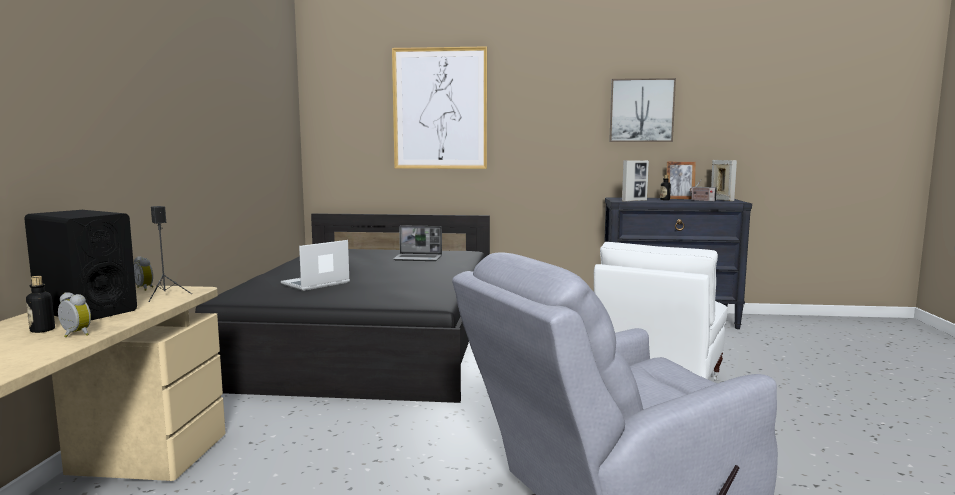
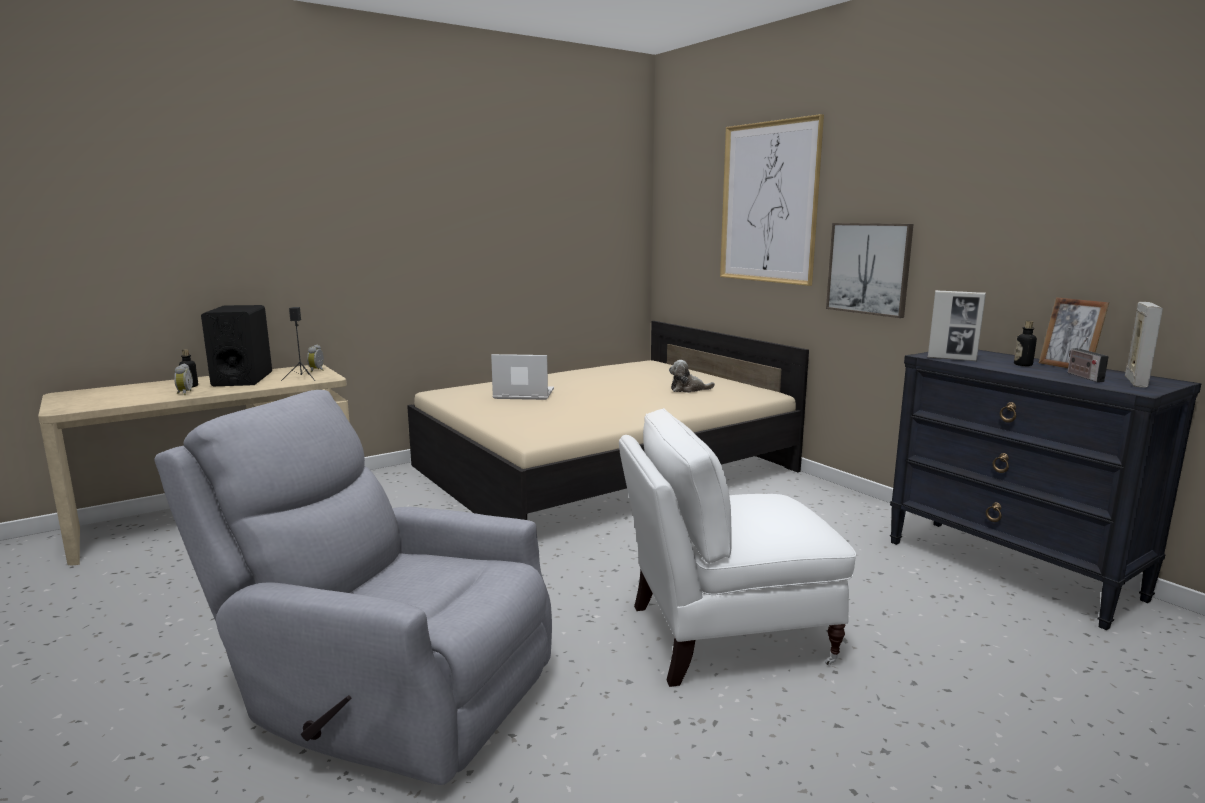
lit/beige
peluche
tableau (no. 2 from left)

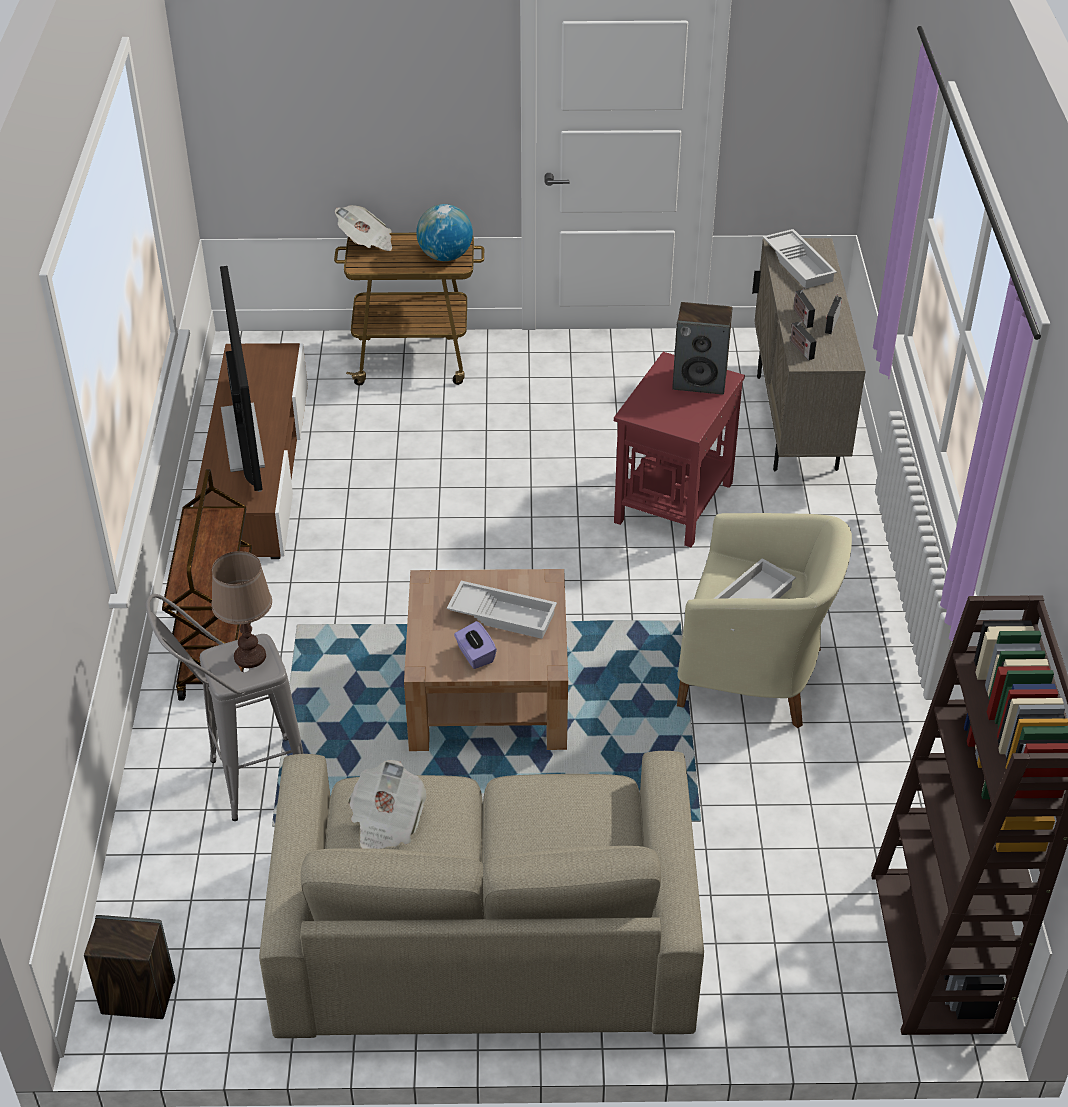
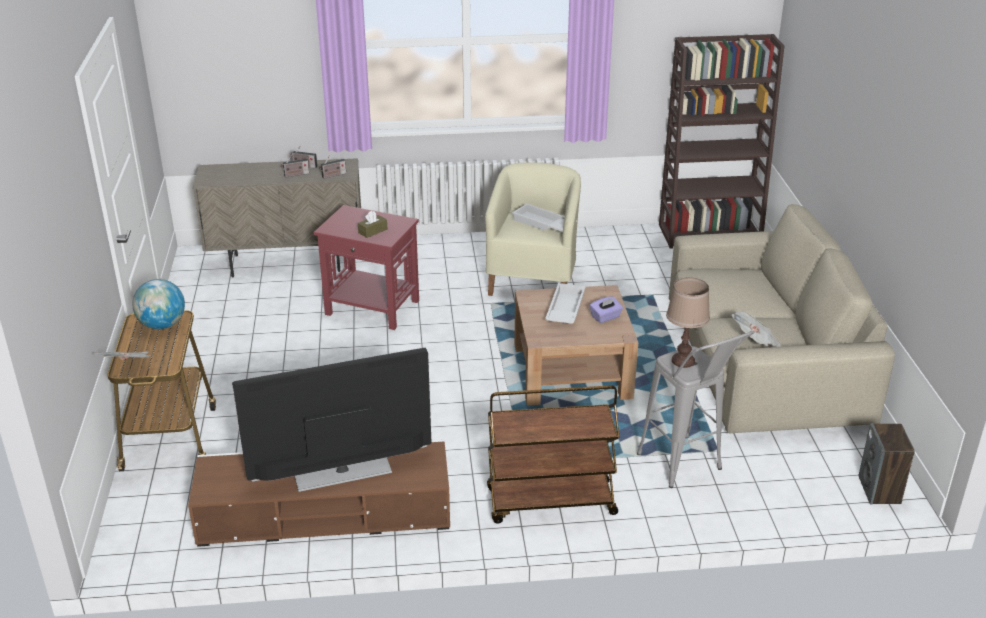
boîte à mouchoirs/marron
enceinte (no. 2 from left in the first image)
plateau/blanc (no. 3 from left in the first image)

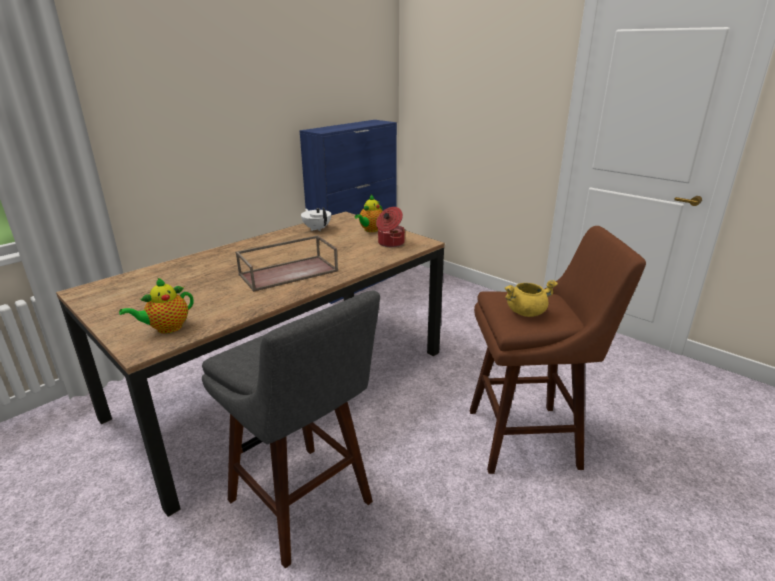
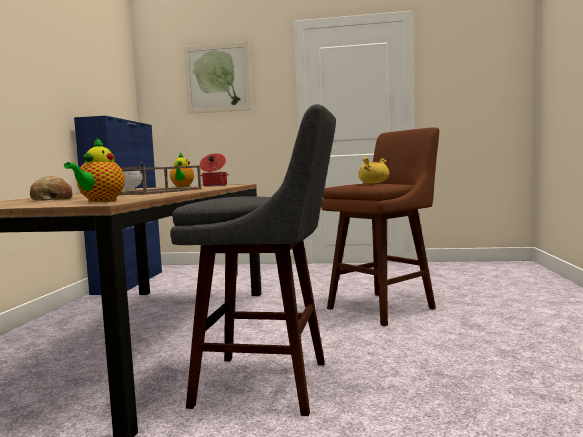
pain
tableau

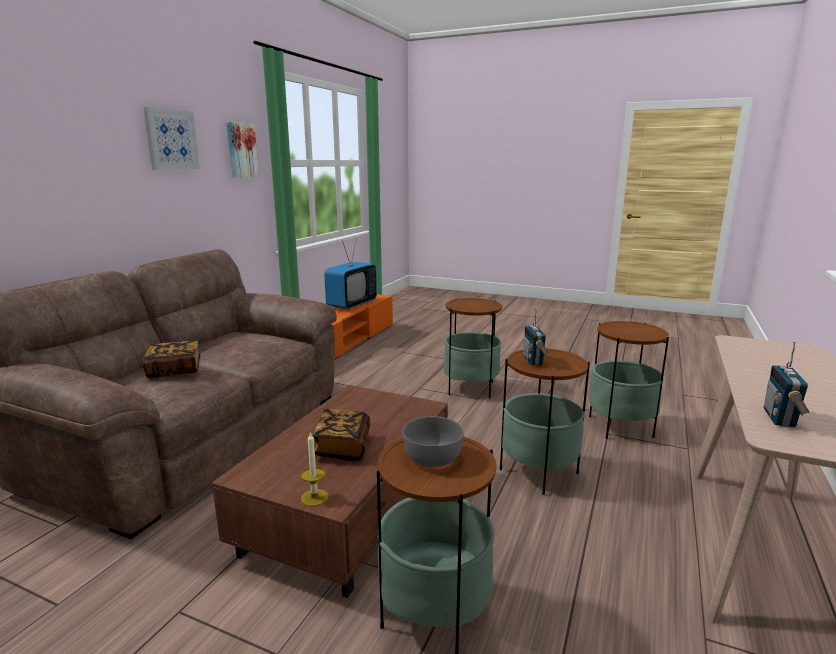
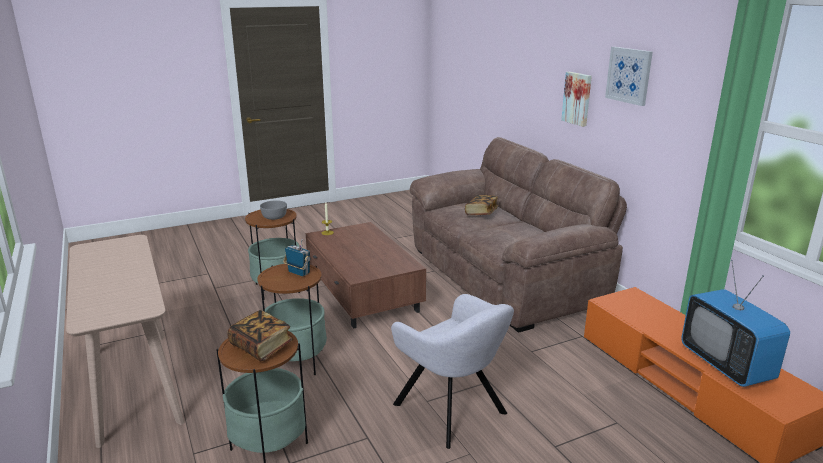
livre (no. 1 from left)
fauteuil/gris
tableau (no. 1 from left)
radio (no. 2 from left in the first image)

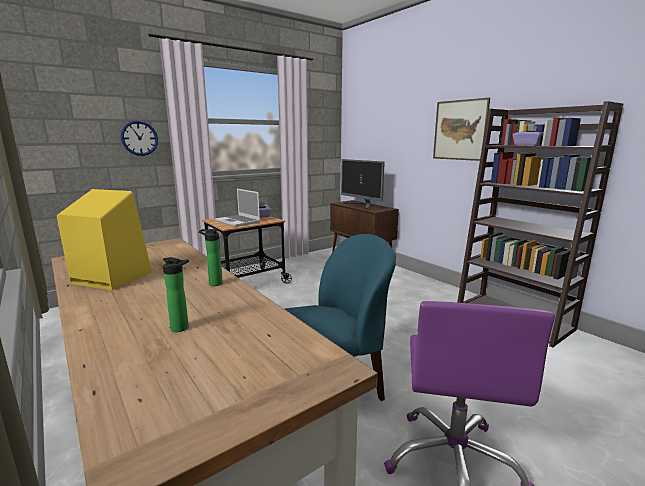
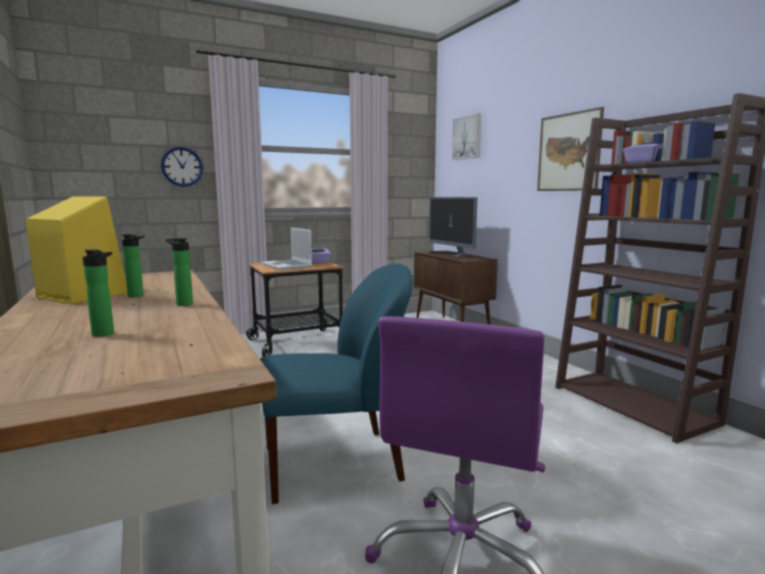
bouteille (no. 2 from left)
tableau (no. 1 from left)

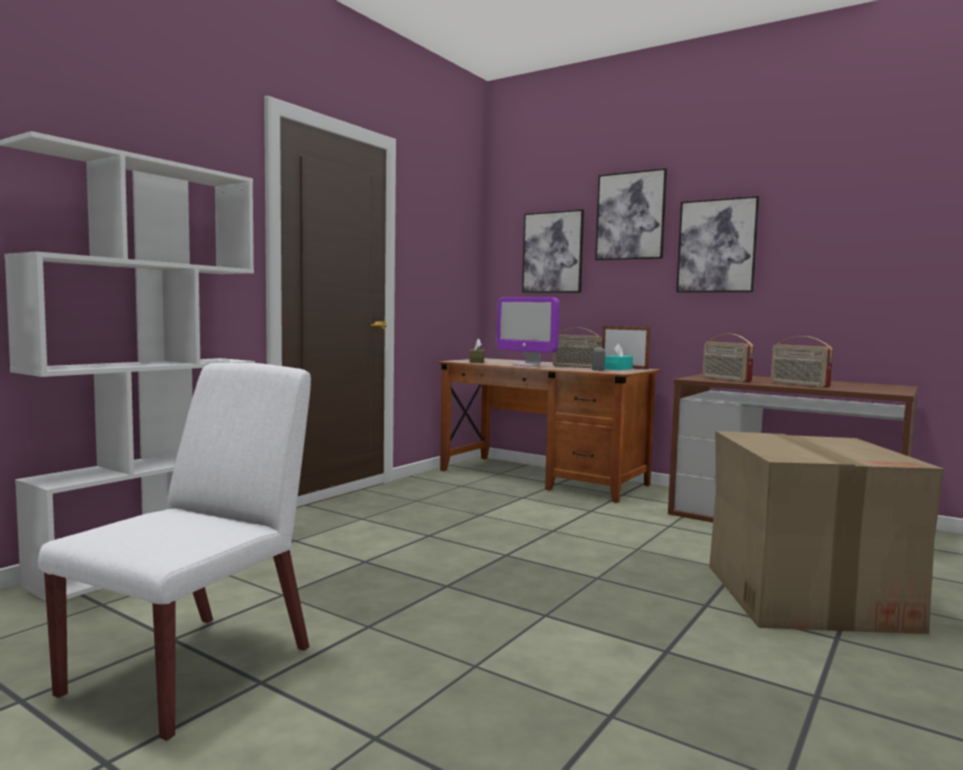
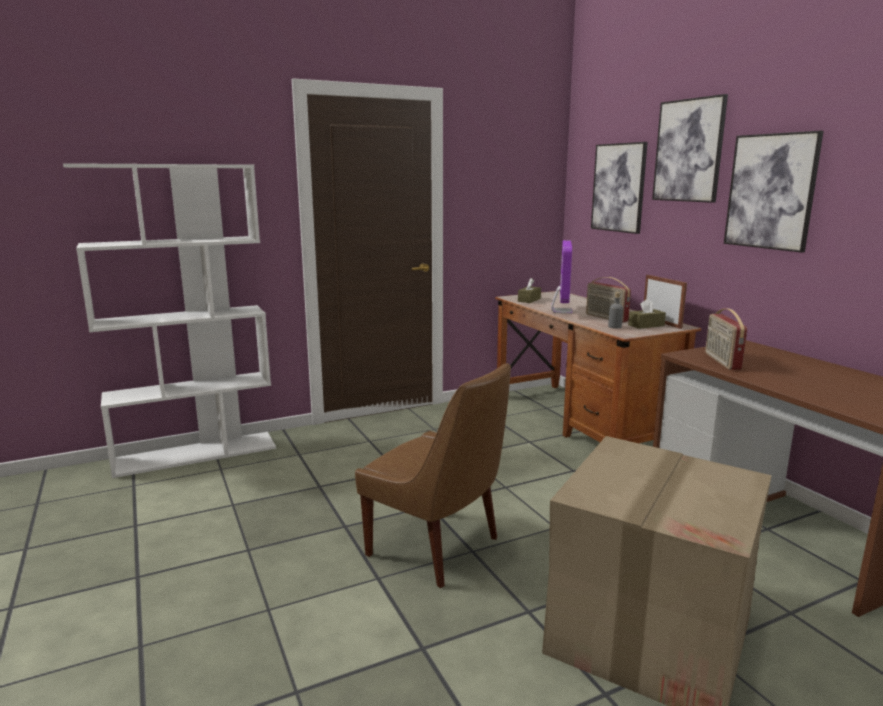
chaise/marron
écran d'ordinateur
boîte à mouchoirs/marron (no. 2 from left)
chaise/blanc
radio (no. 3 from left in the first image)

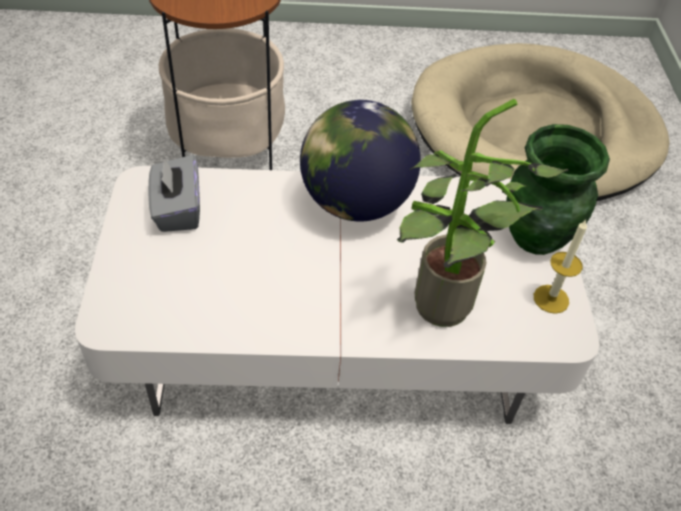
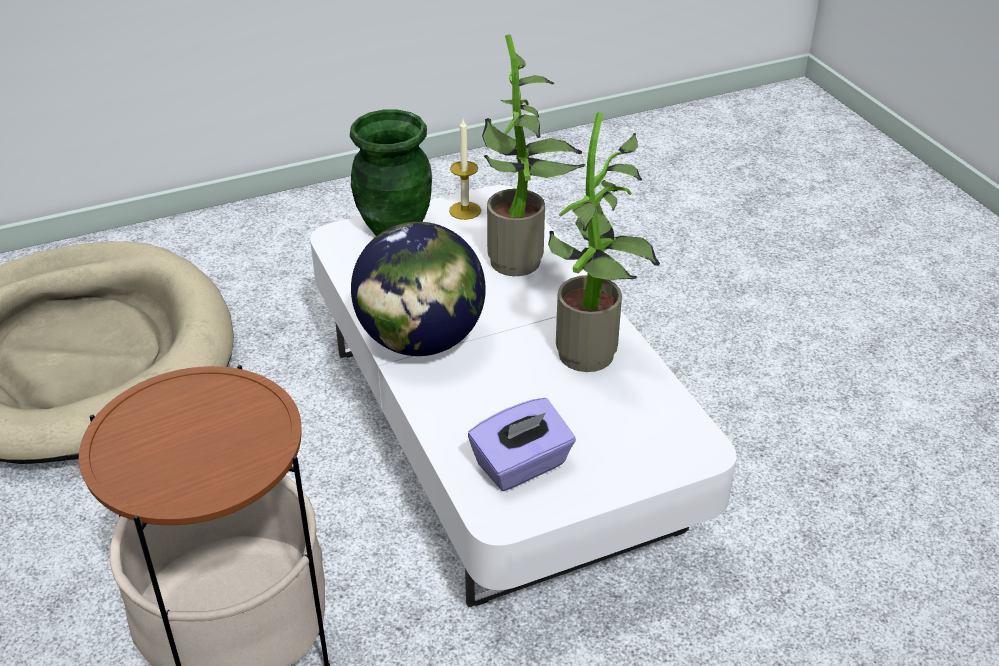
boîte à mouchoirs/violet
plante en pot (no. 2 from left)

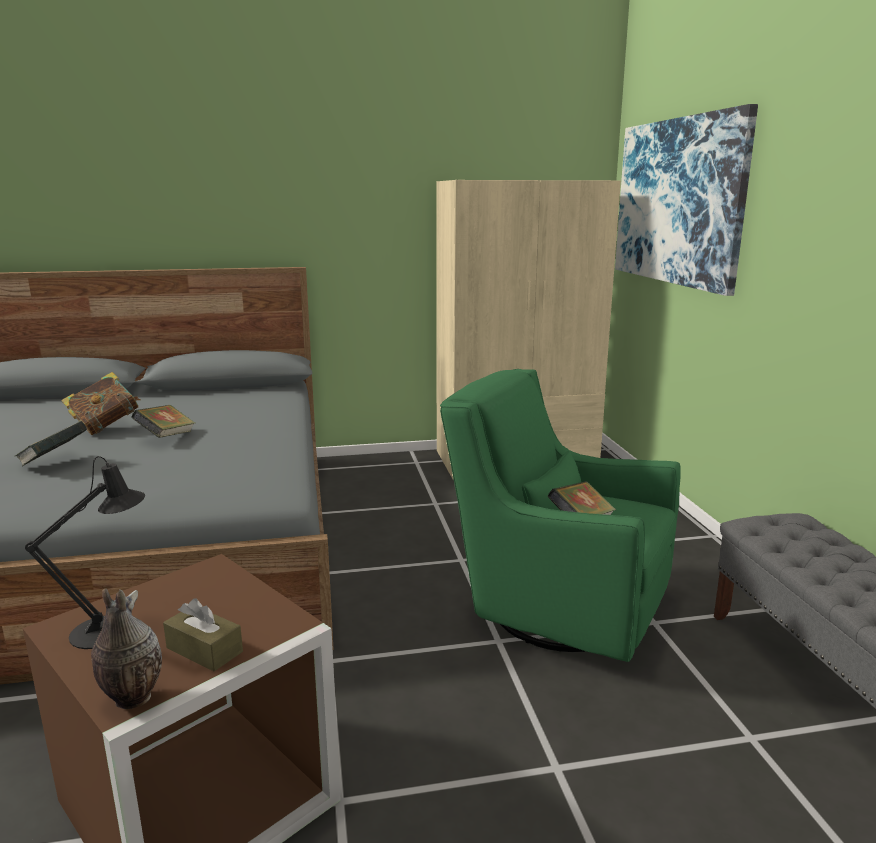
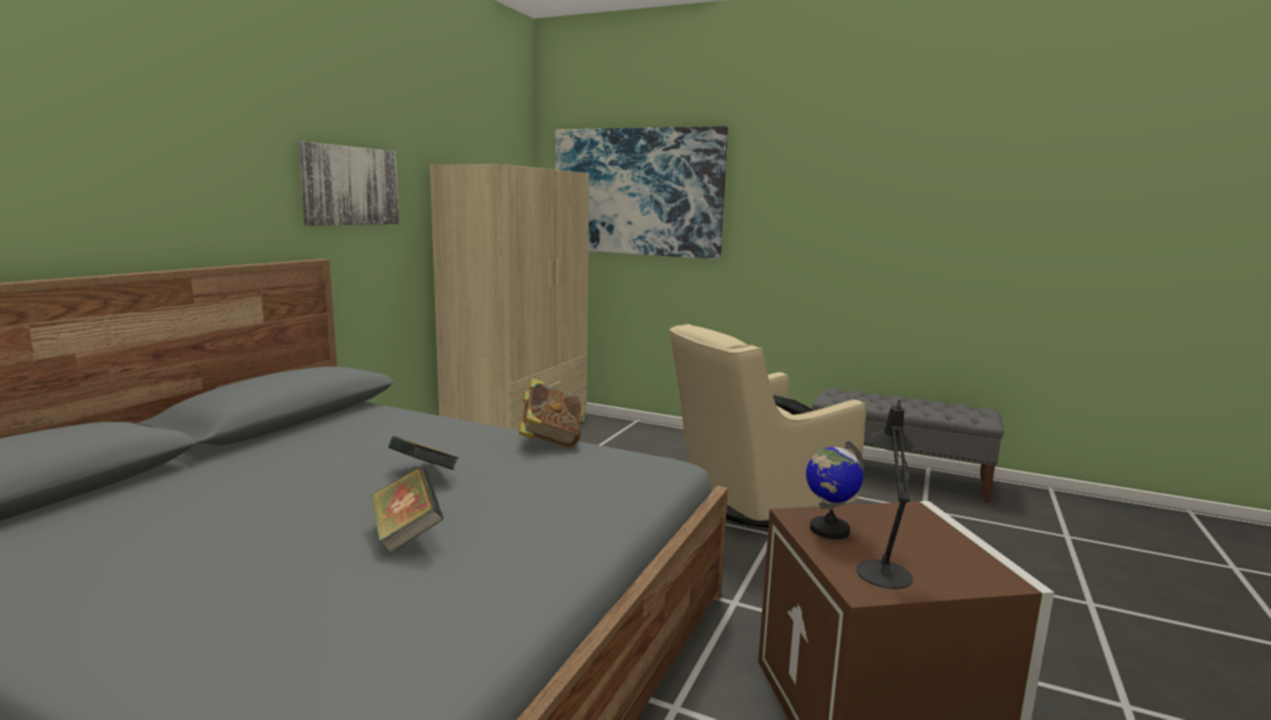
tableau (no. 1 from left)
livre (no. 3 from left)
fauteuil/beige
globe
vase
boîte à mouchoirs/marron

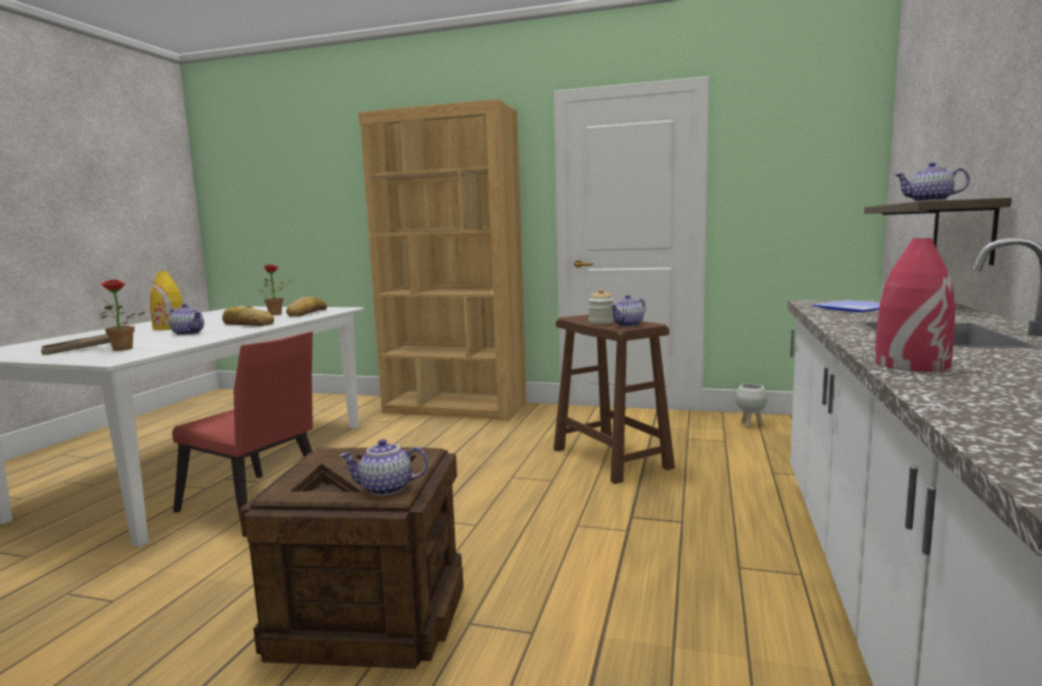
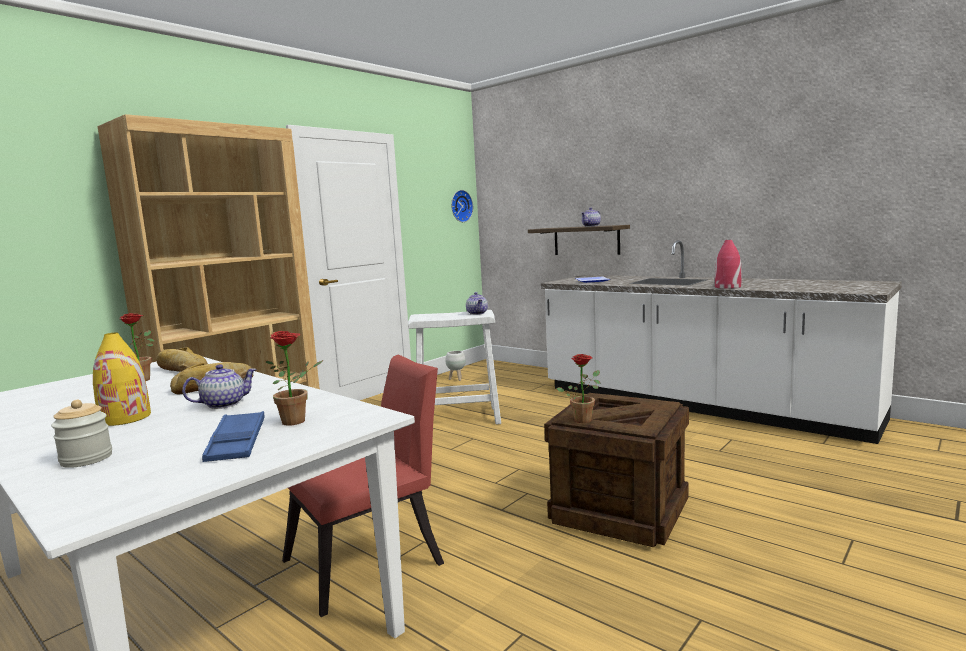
bocal
plateau/bleu
tabouret/blanc
horloge murale
plante en pot (no. 3 from left)
théière (no. 2 from left in the first image)

